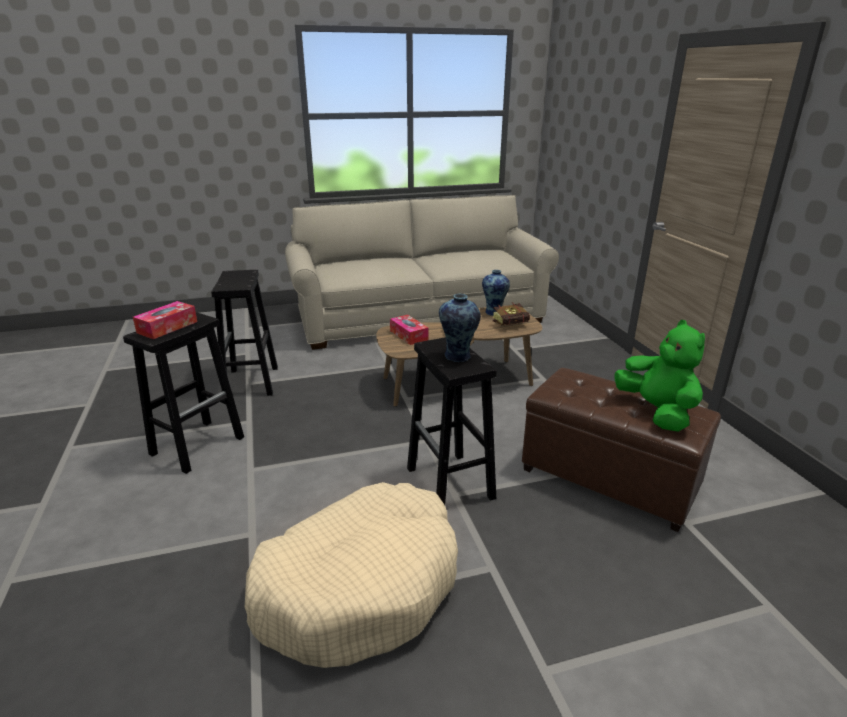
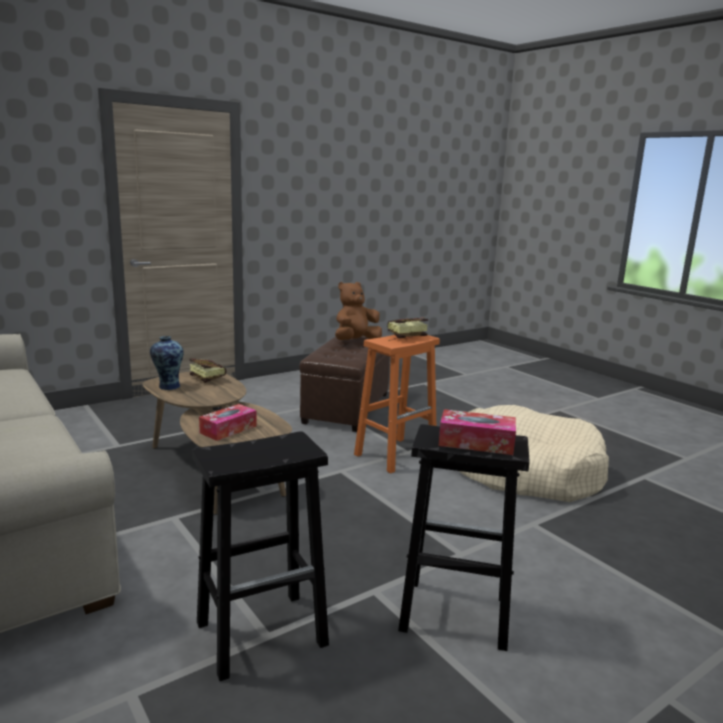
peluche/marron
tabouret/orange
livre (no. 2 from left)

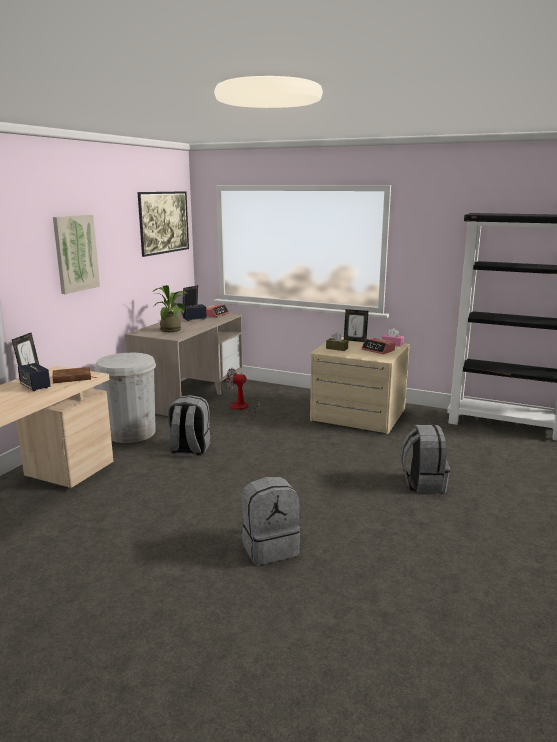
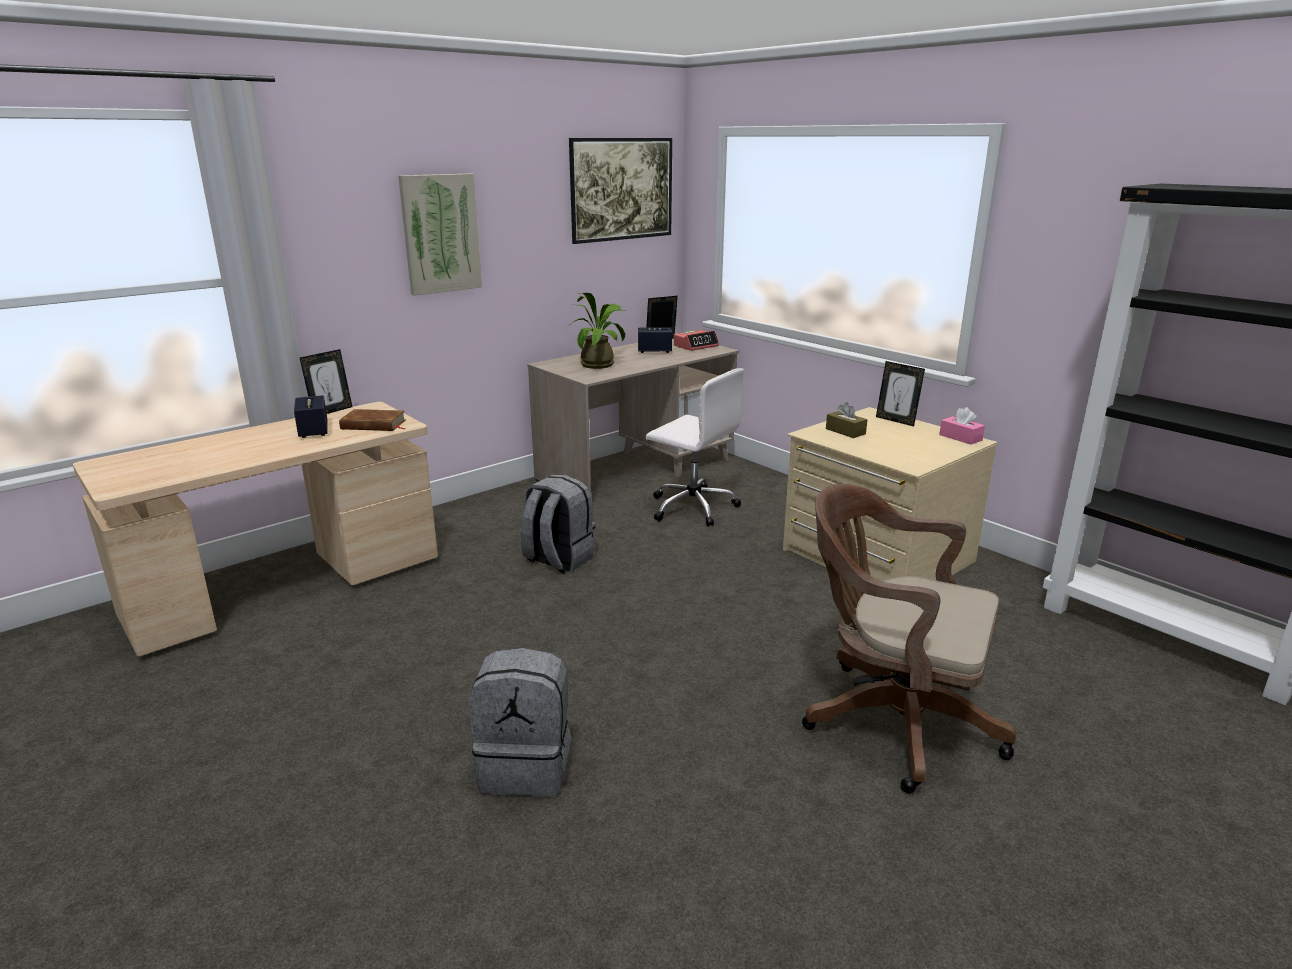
chaise de bureau/blanc
chaise de bureau/marron
poubelle/blanc
réveil (no. 2 from left in the first image)

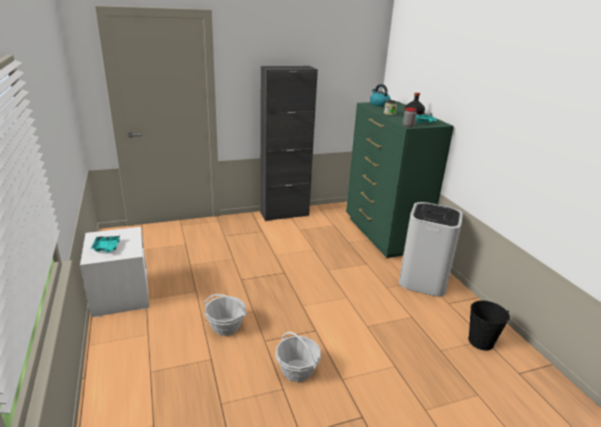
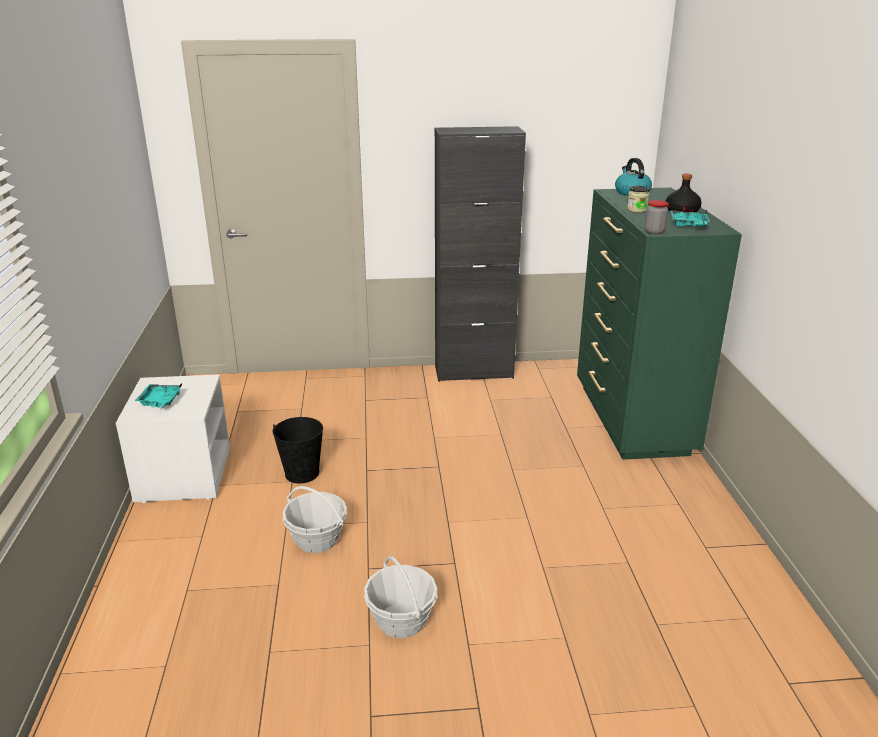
seau/noir
poubelle/blanc

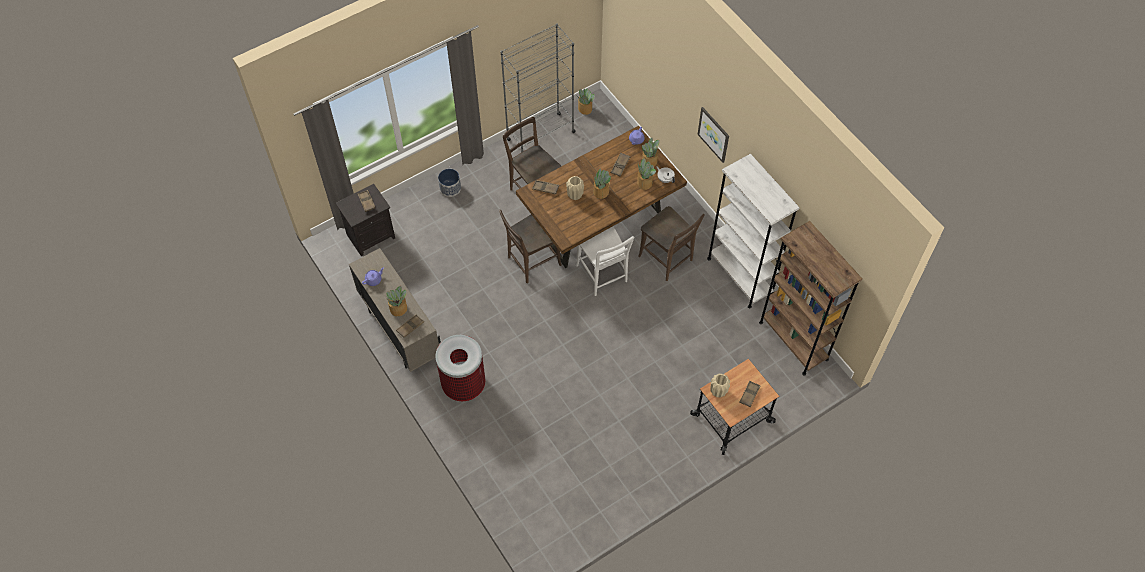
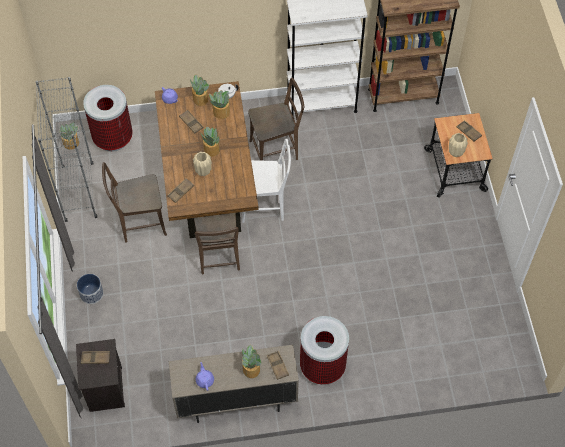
poubelle (no. 1 from left)
tableau

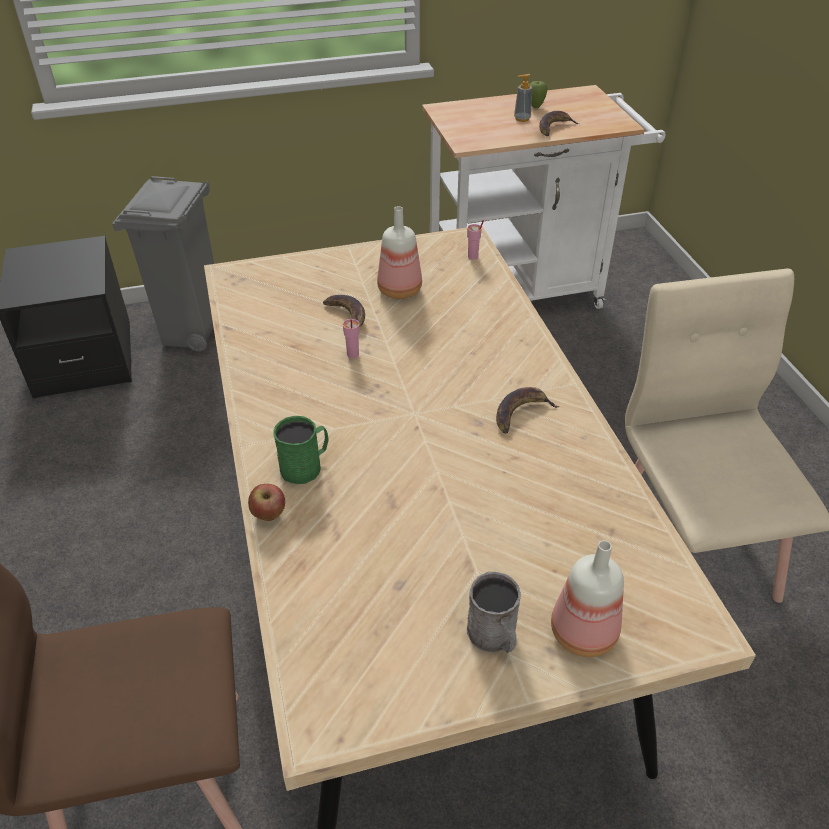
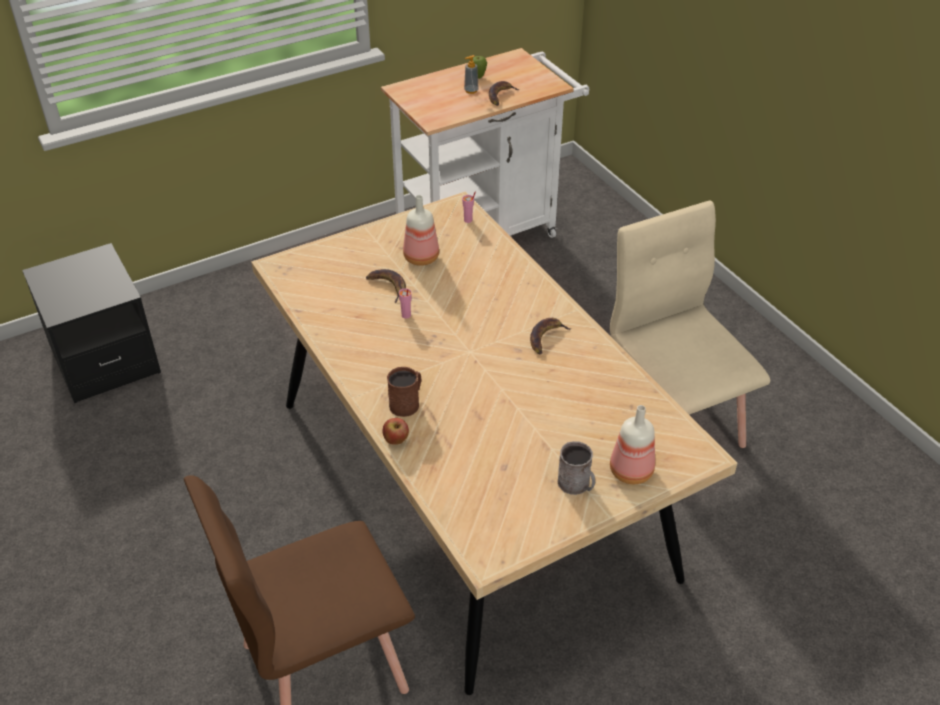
mug/marron
poubelle/gris

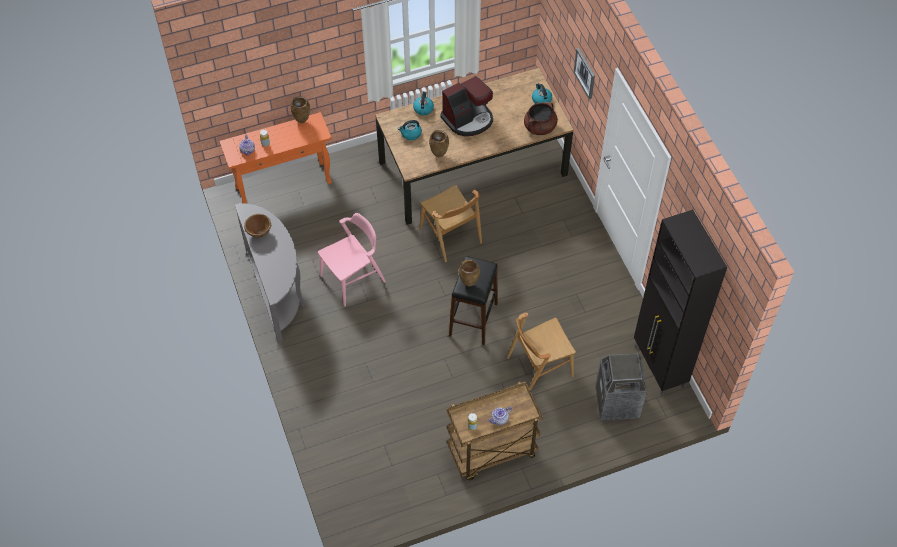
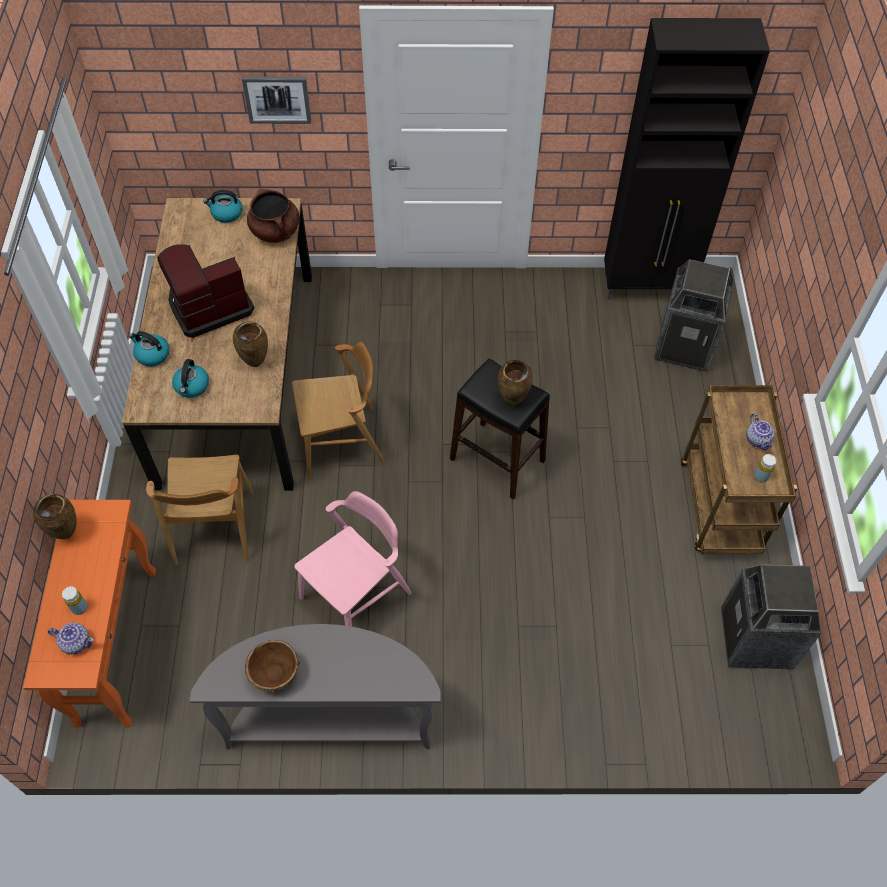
chaise/marron (no. 1 from left)
machine à café
chaise/rose
poubelle (no. 2 from left)

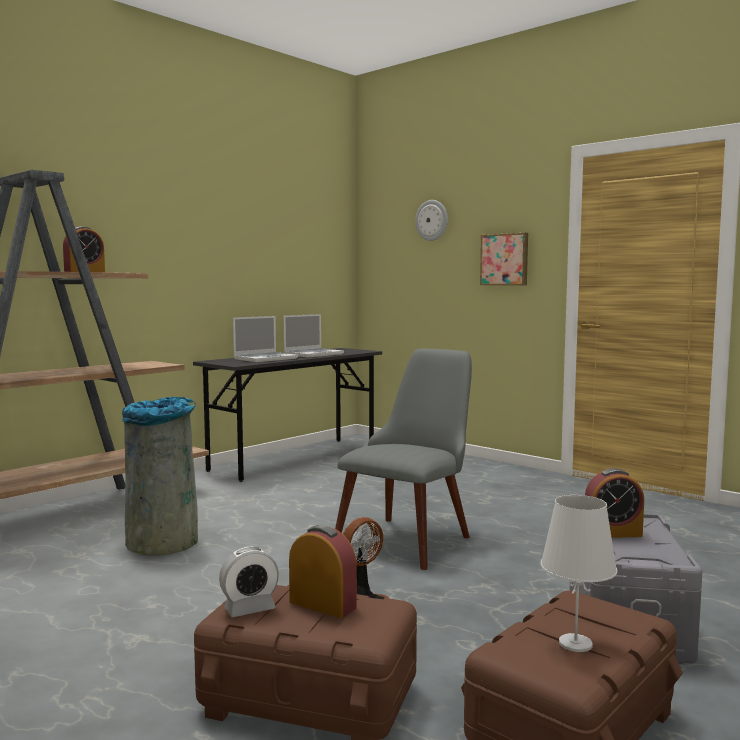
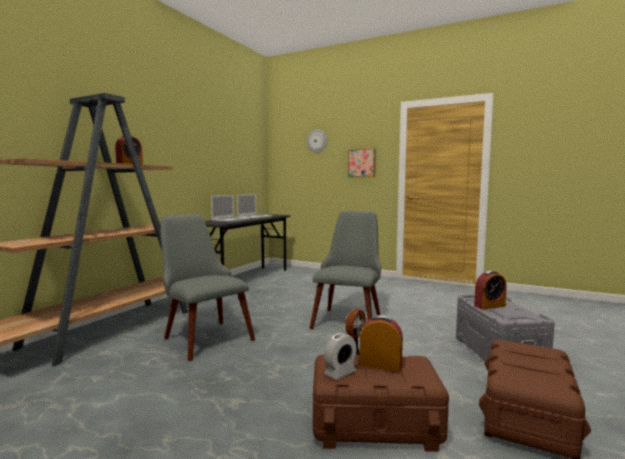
chaise/gris (no. 1 from left)
lampe de table/blanc

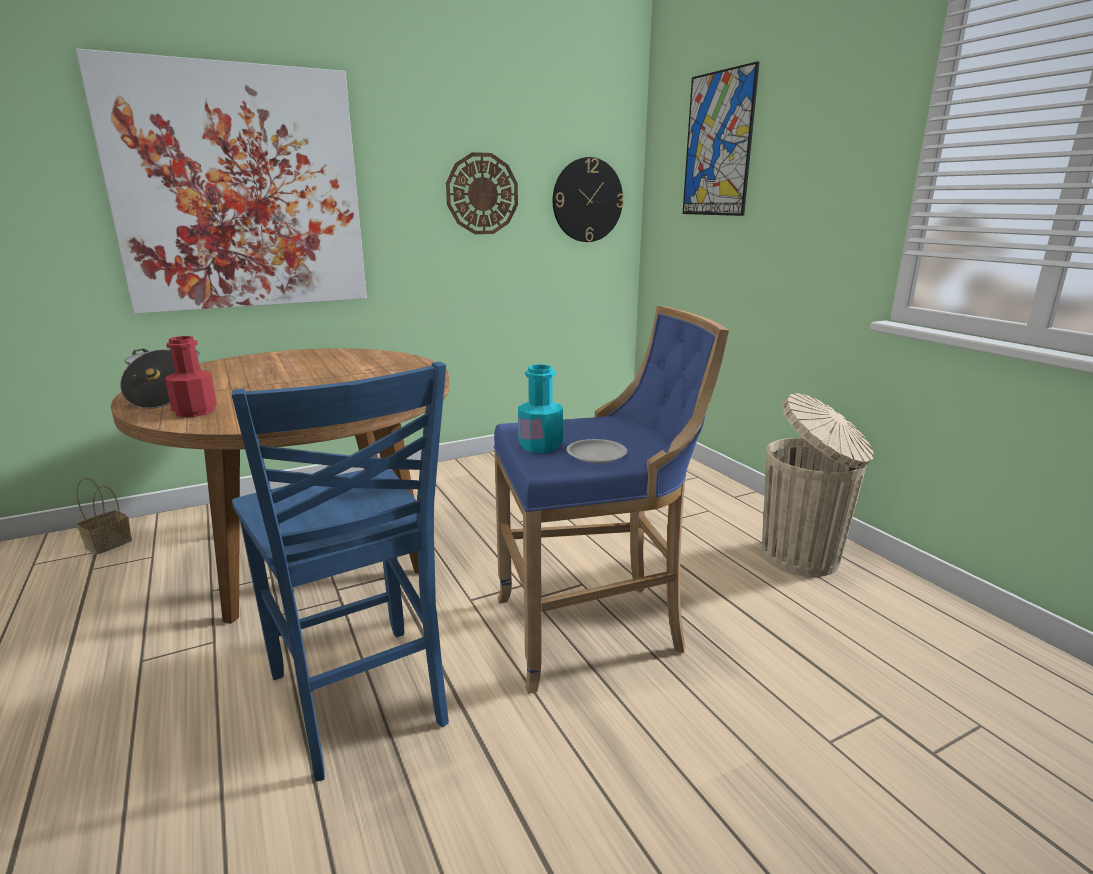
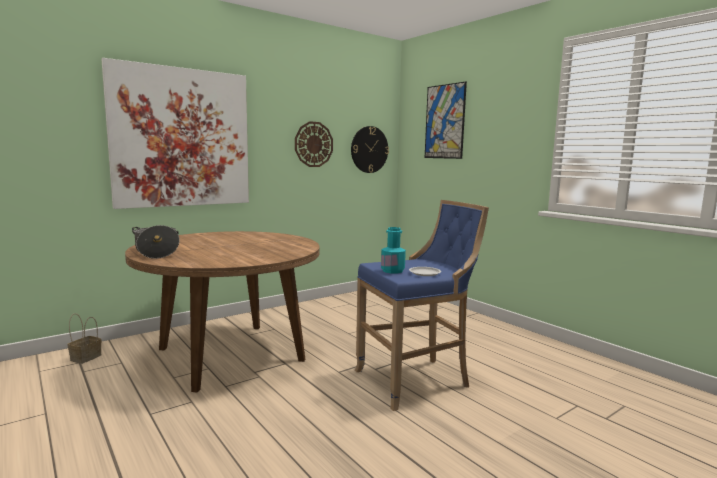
bouteille/rouge
chaise/bleu
poubelle/beige

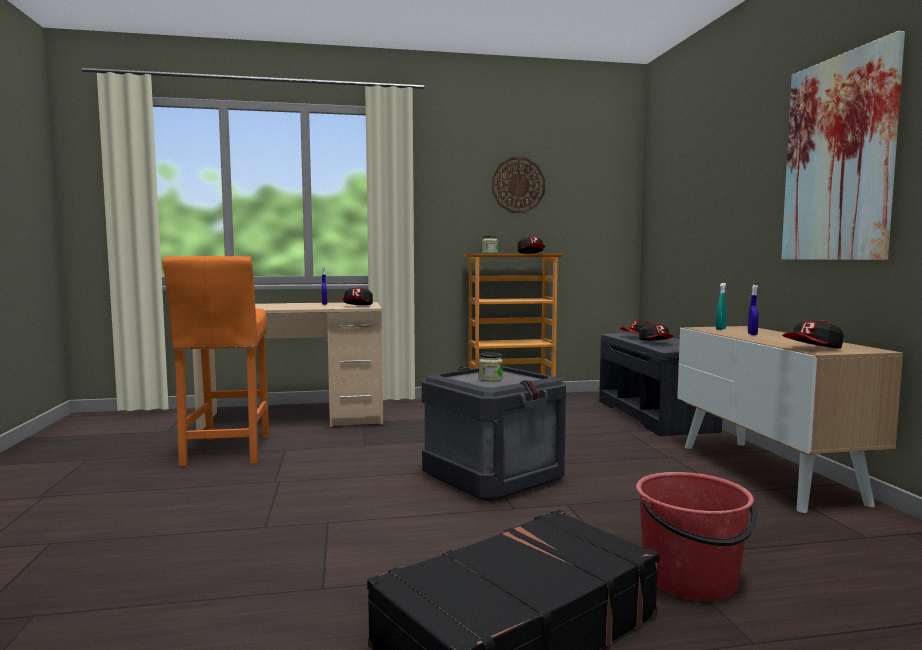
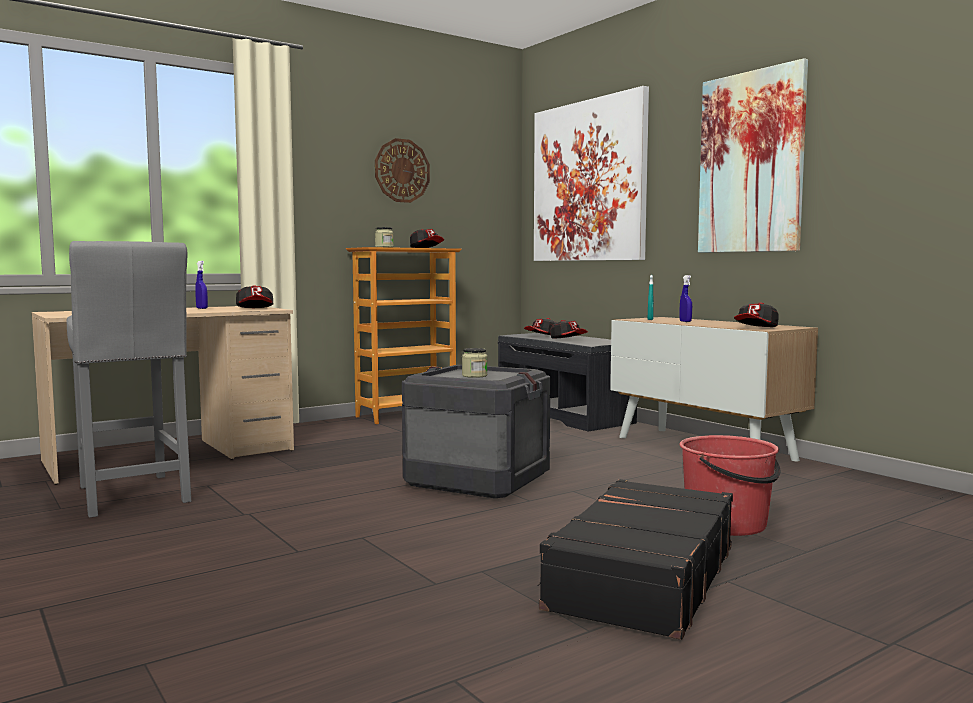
tabouret/gris
tableau (no. 1 from left)

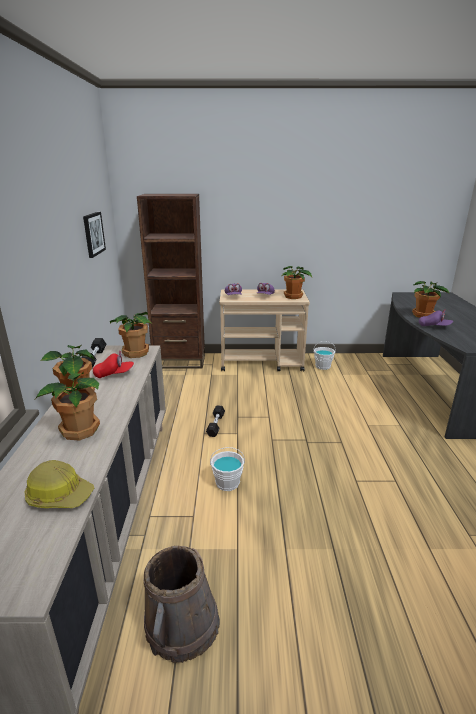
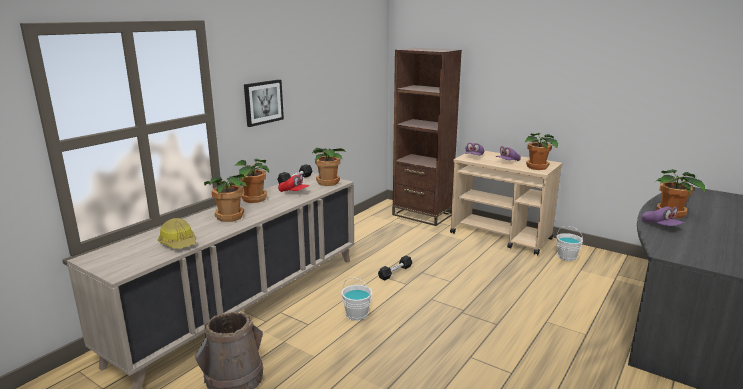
tableau

